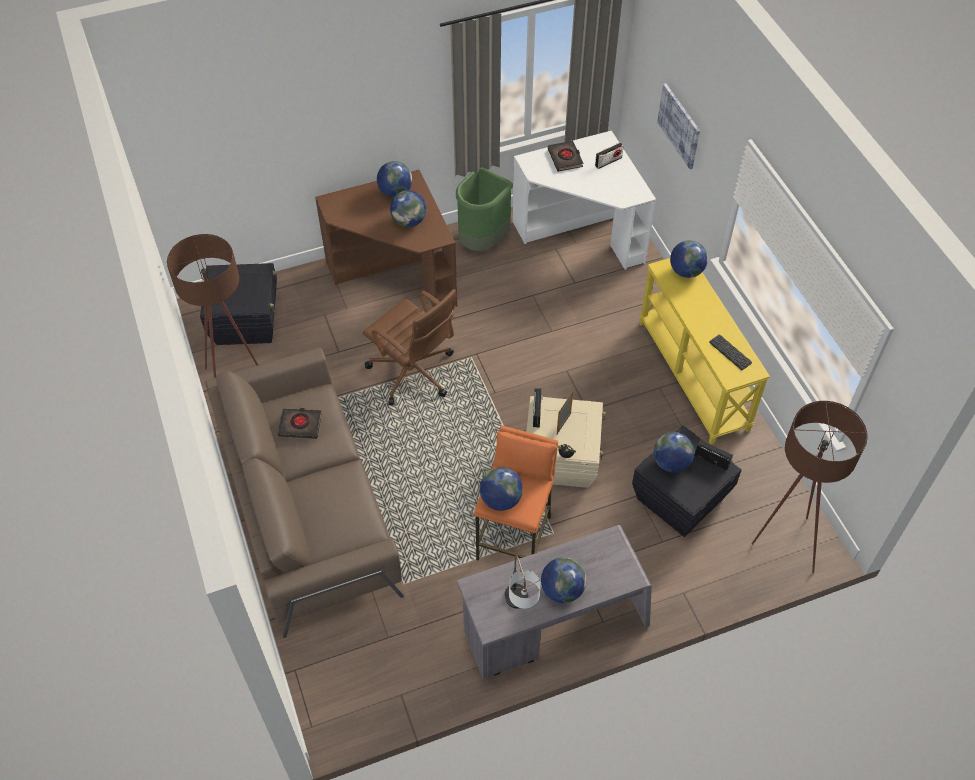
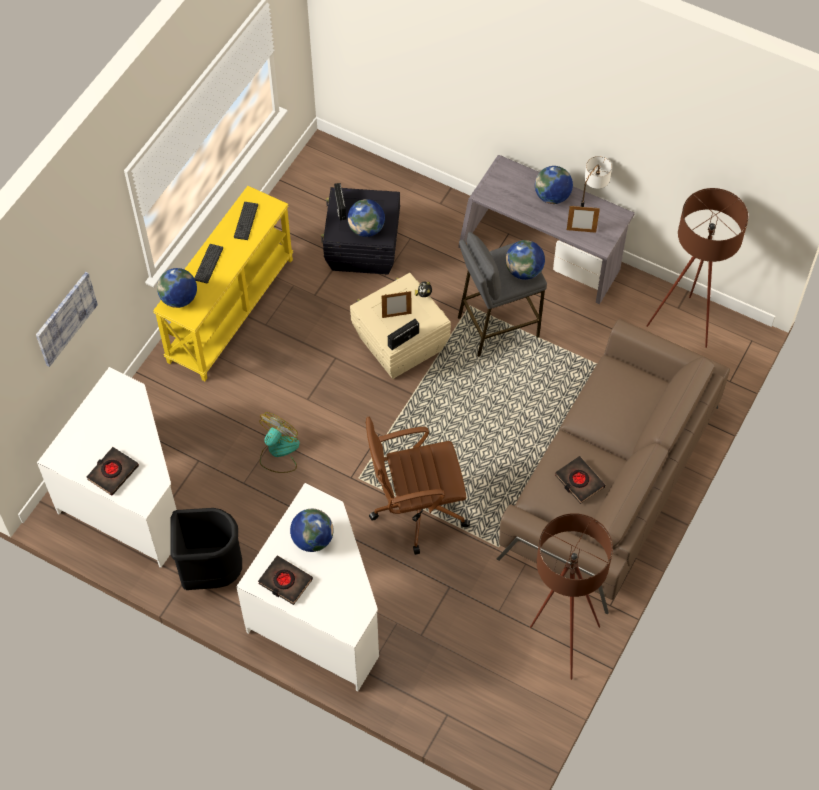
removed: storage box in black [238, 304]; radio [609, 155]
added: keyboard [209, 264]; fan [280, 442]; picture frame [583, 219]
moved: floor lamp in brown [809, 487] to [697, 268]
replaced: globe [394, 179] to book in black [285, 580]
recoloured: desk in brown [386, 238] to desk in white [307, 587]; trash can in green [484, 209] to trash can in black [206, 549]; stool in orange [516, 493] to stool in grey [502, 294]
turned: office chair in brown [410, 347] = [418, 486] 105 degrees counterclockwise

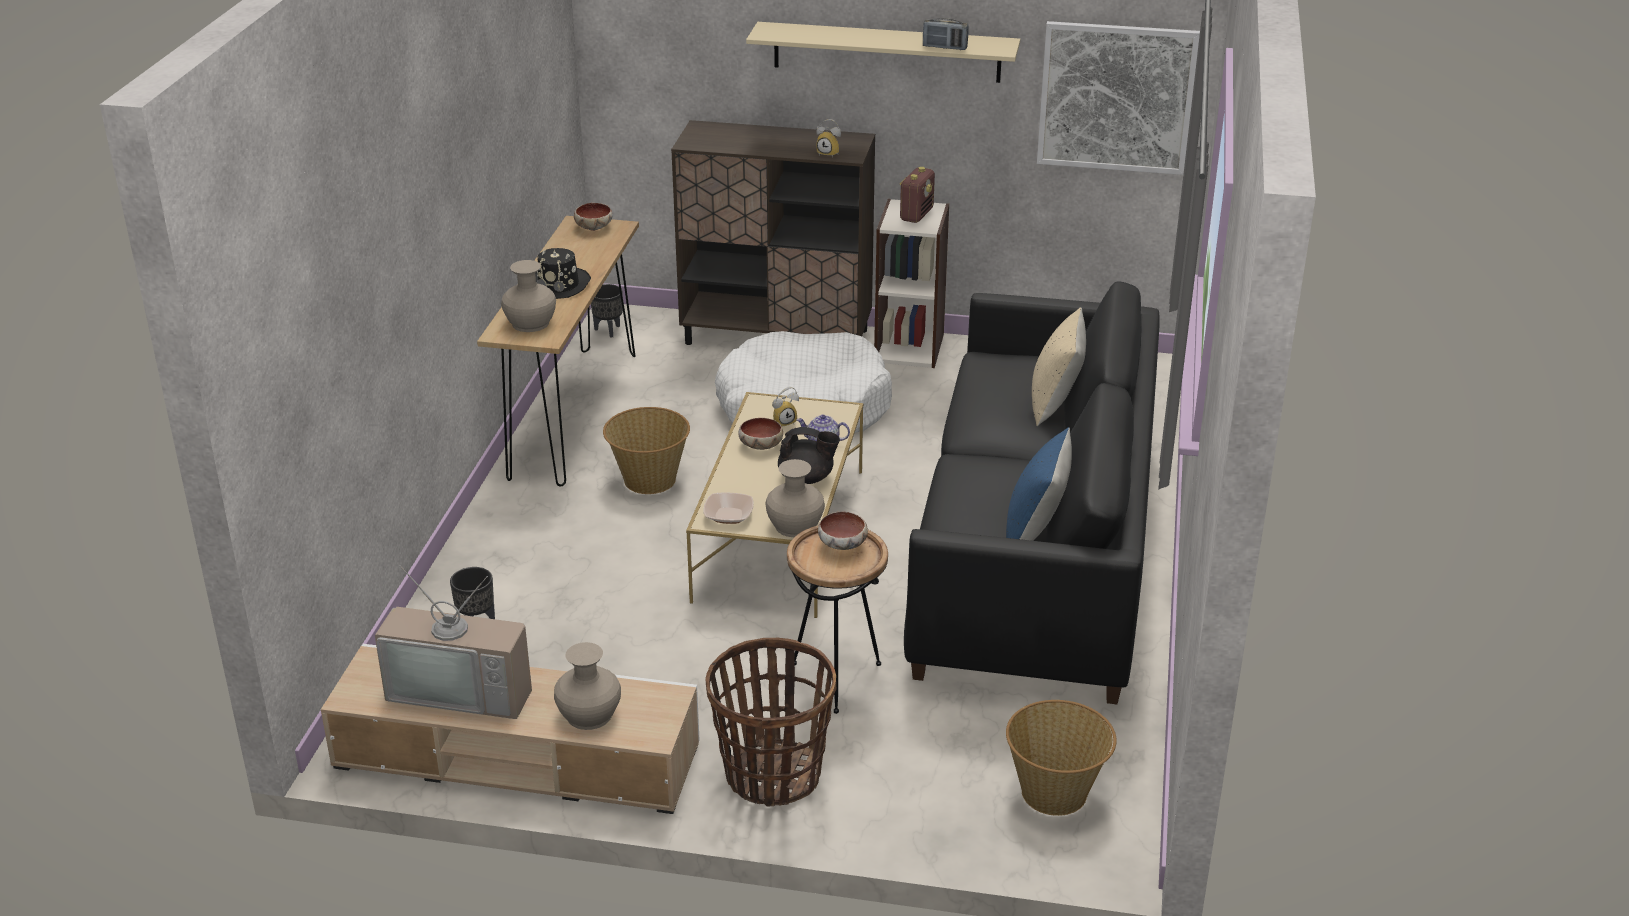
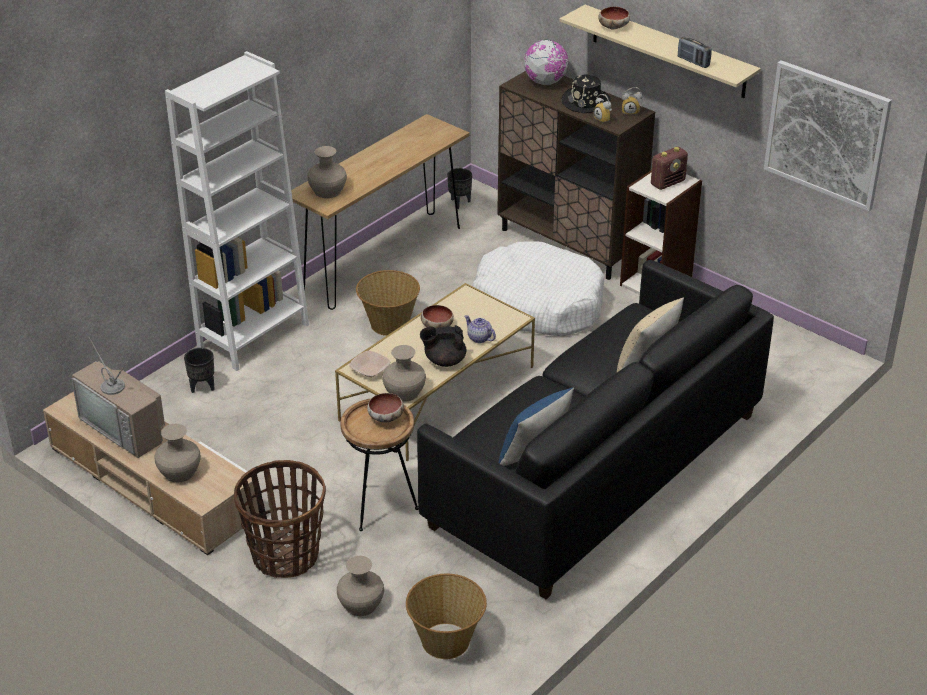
added: bookcase in white [237, 211]; vase in beige [360, 586]; globe [546, 62]
moved: hat in black [563, 273] to [586, 94]; bowl [593, 217] to [614, 18]; alarm clock [785, 406] to [632, 101]
turned: teapot in black [809, 455] = [443, 346] 135 degrees clockwise

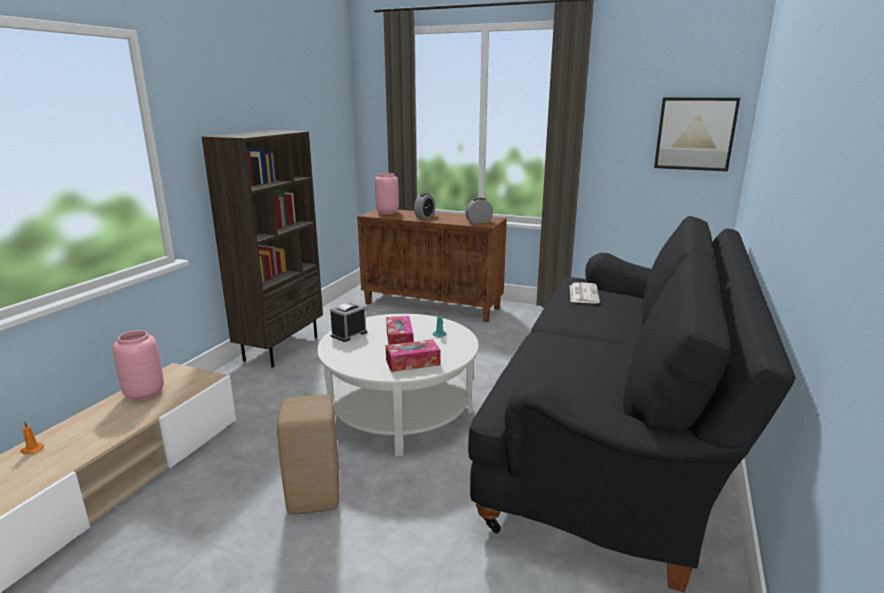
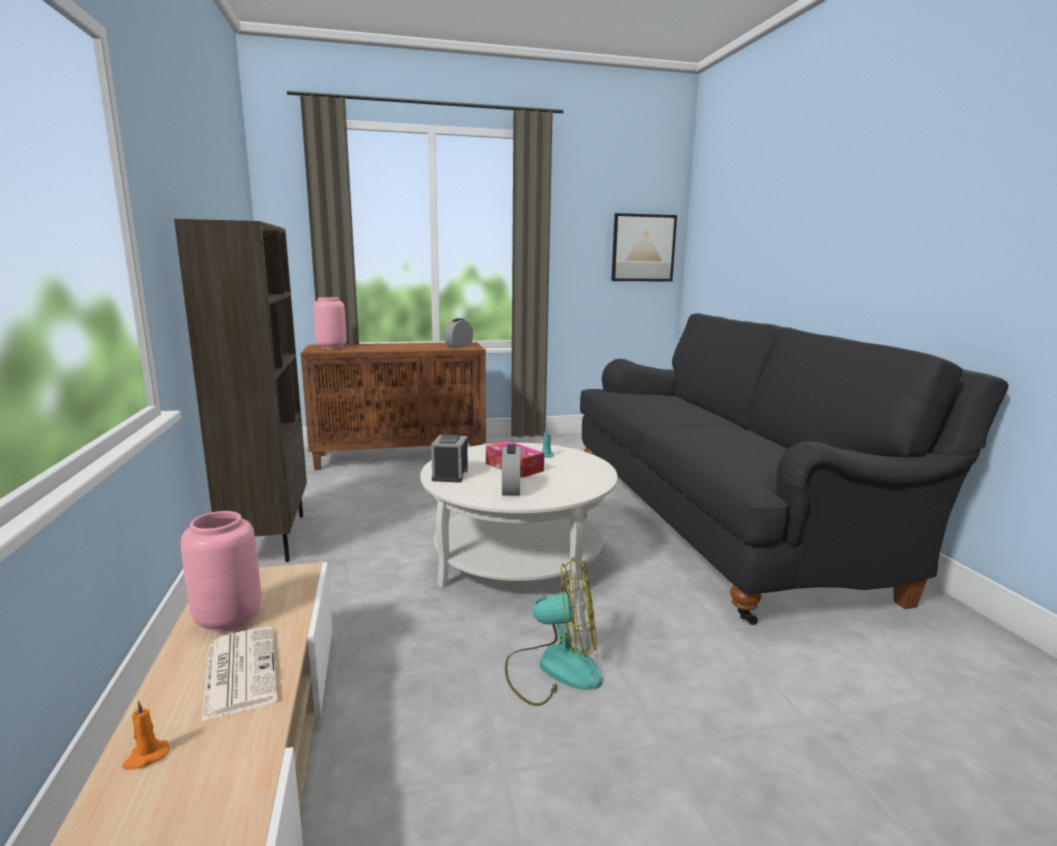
removed: tissue box [413, 355]
moved: alarm clock [425, 206] to [511, 470]; newspaper [585, 293] to [240, 674]
replaced: stool in beige [308, 455] to fan [554, 631]

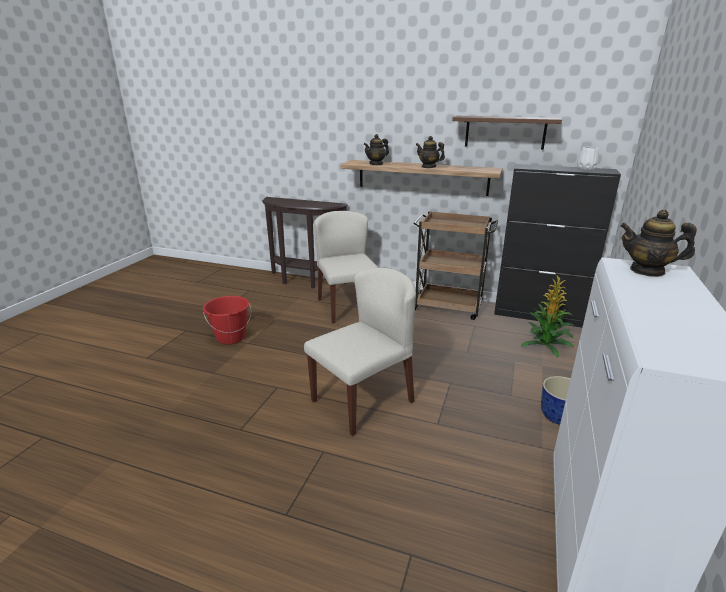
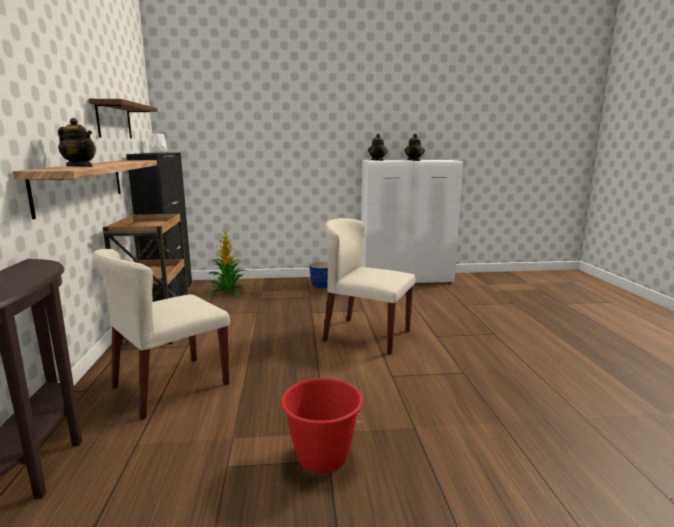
moved: teapot [430, 152] to [414, 147]

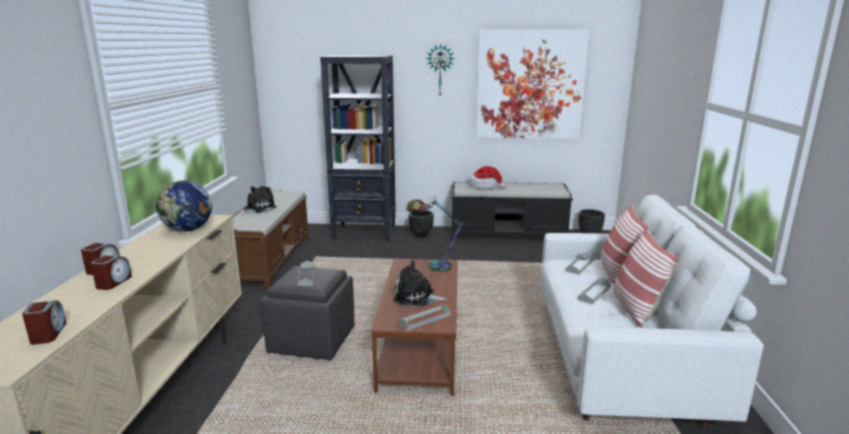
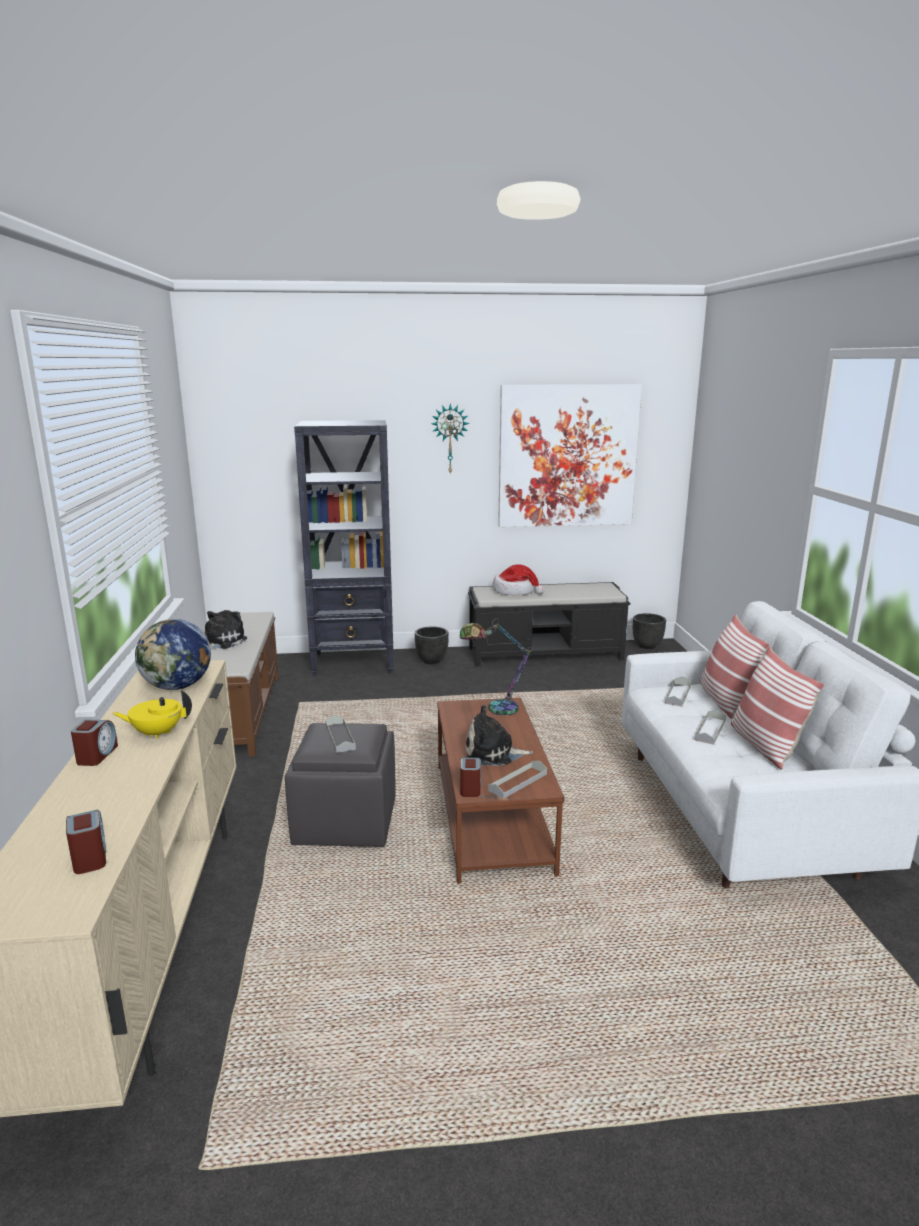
added: teapot in yellow [152, 714]
moved: alarm clock [111, 272] to [471, 777]

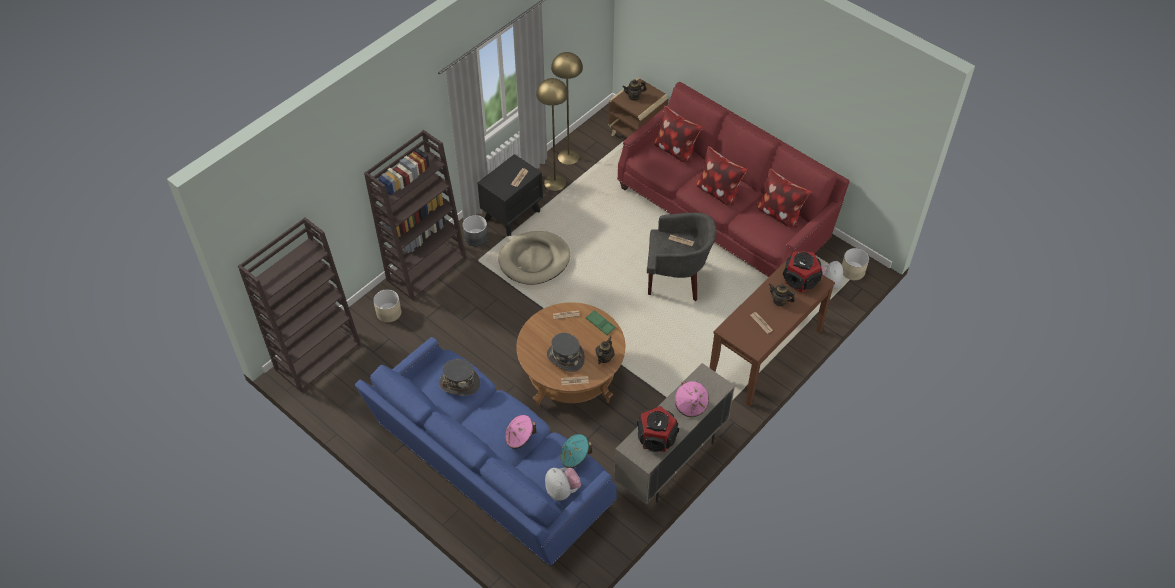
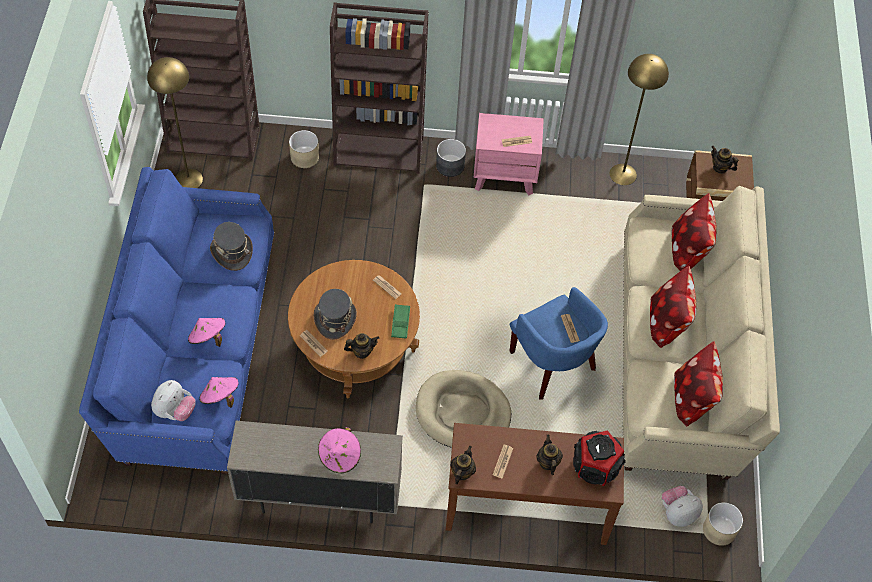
removed: speaker [658, 429]
added: teapot [463, 465]
moved: dog bed in beige [534, 258] to [463, 409]; floor lamp in yellow [552, 134] to [175, 122]
recoloured: nightstand in black [510, 195] to nightstand in pink [508, 154]; hat in turquoise [576, 451] to hat in pink [219, 392]; sofa in red [733, 179] to sofa in beige [701, 333]; armchair in grey [682, 257] to armchair in blue [558, 343]

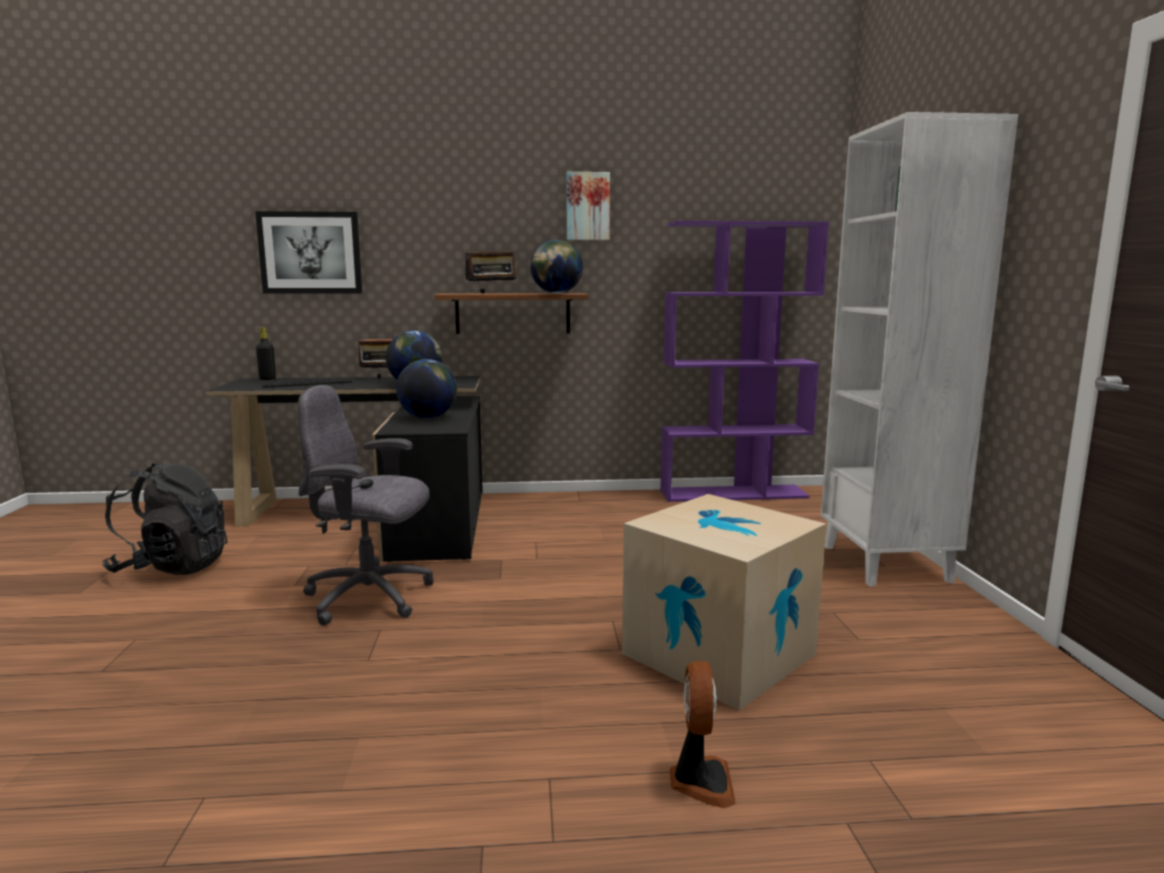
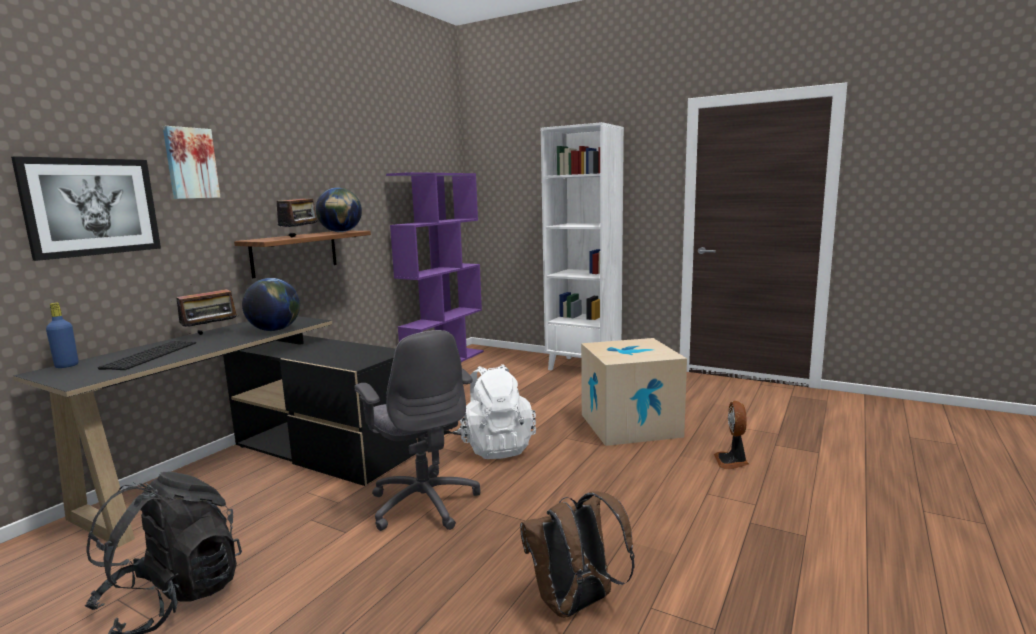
removed: globe [426, 388]
added: backpack in white [497, 411]; backpack in brown [577, 554]
moved: picture [588, 206] to [191, 162]
recoloured: bottle in black [266, 354] to bottle in blue [62, 335]
turned: office chair in grey [366, 505] = [417, 430] 75 degrees counterclockwise; fan [703, 734] = [731, 435] 120 degrees counterclockwise

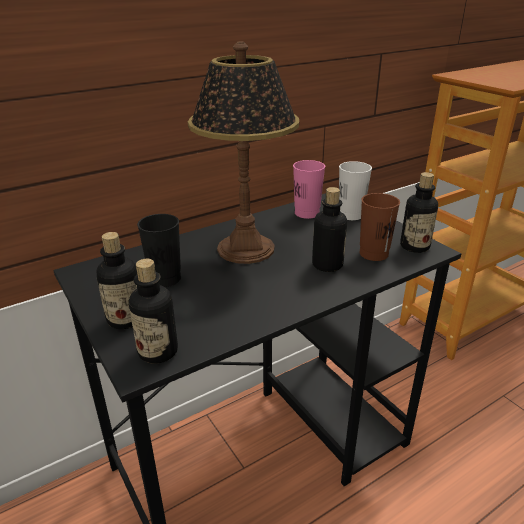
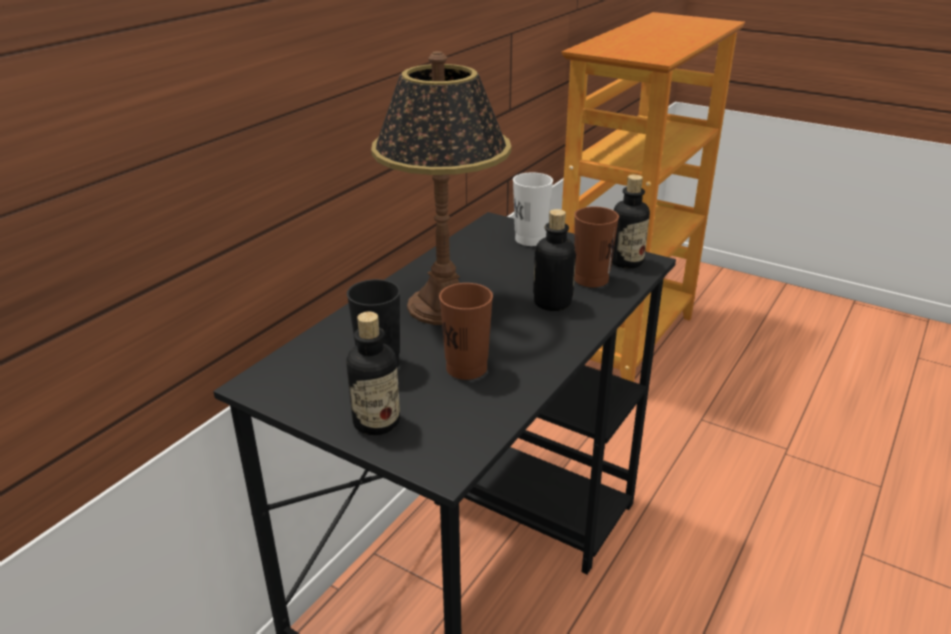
removed: bottle [153, 311]; cup in pink [309, 189]
added: cup in brown [466, 331]

